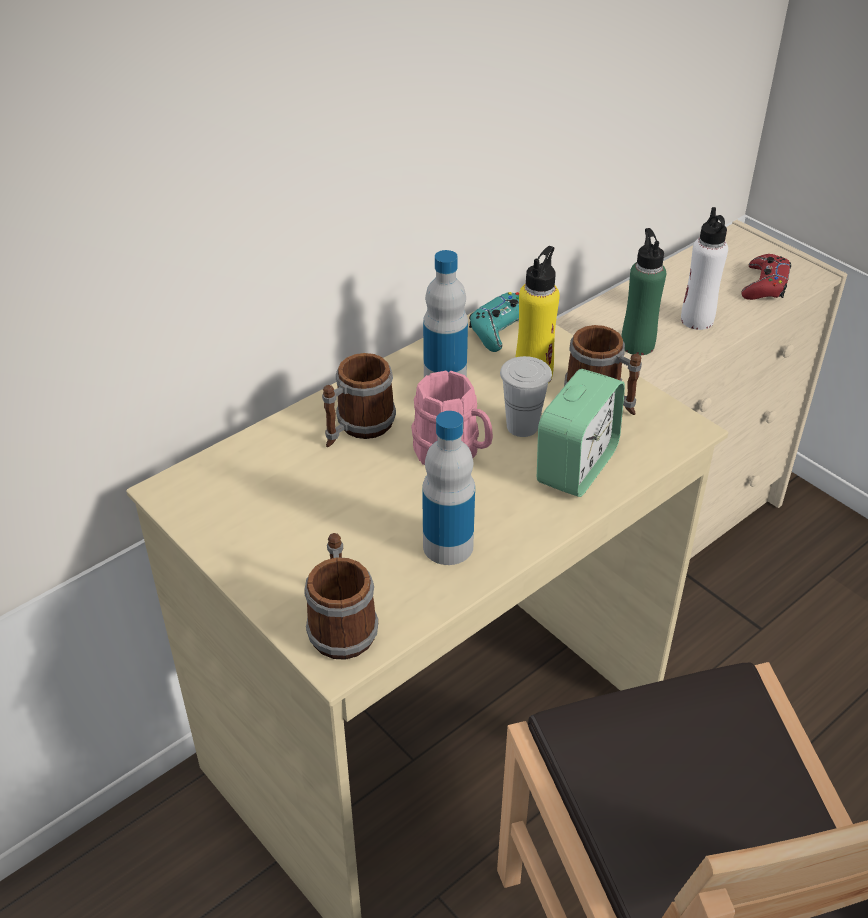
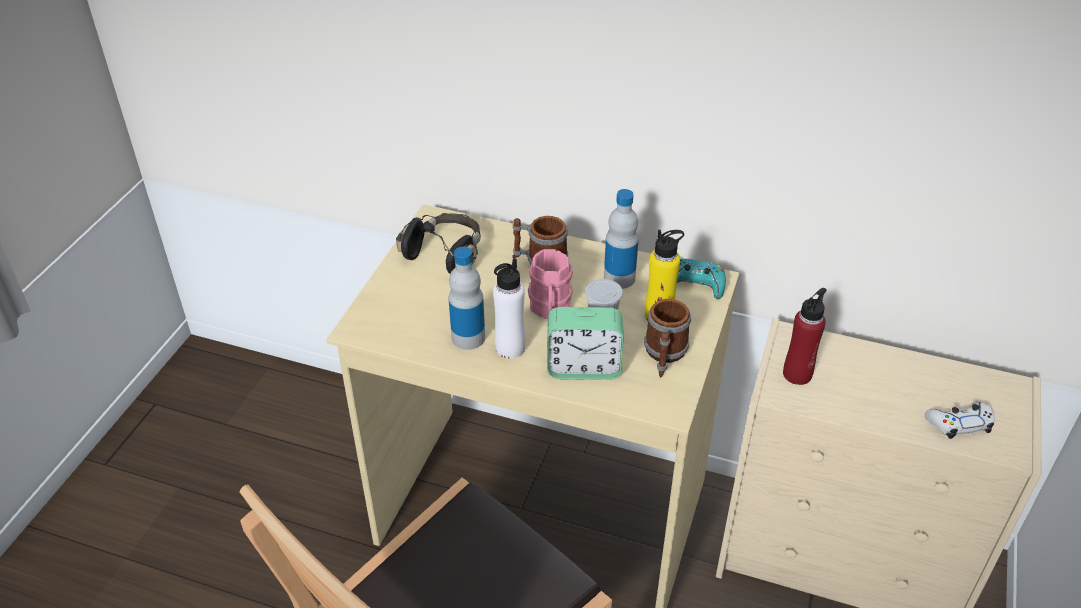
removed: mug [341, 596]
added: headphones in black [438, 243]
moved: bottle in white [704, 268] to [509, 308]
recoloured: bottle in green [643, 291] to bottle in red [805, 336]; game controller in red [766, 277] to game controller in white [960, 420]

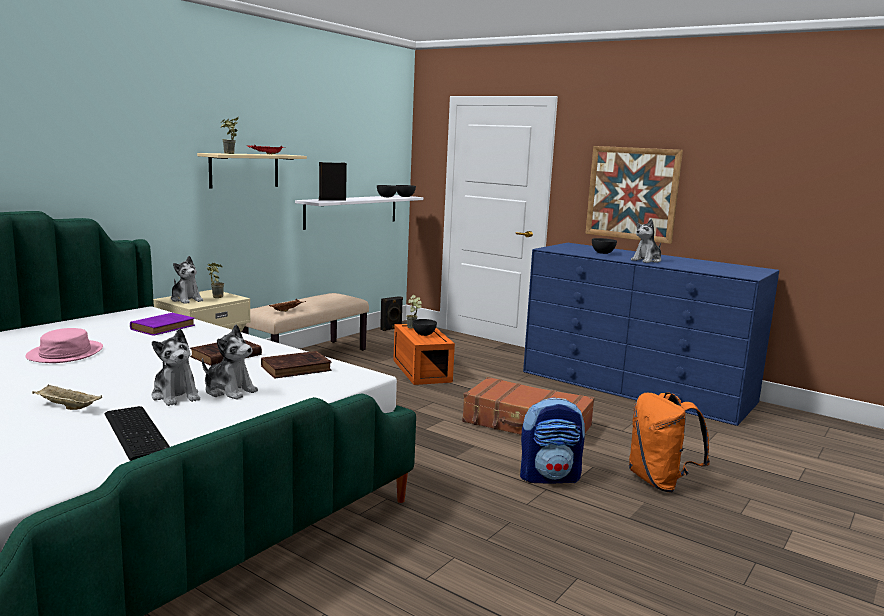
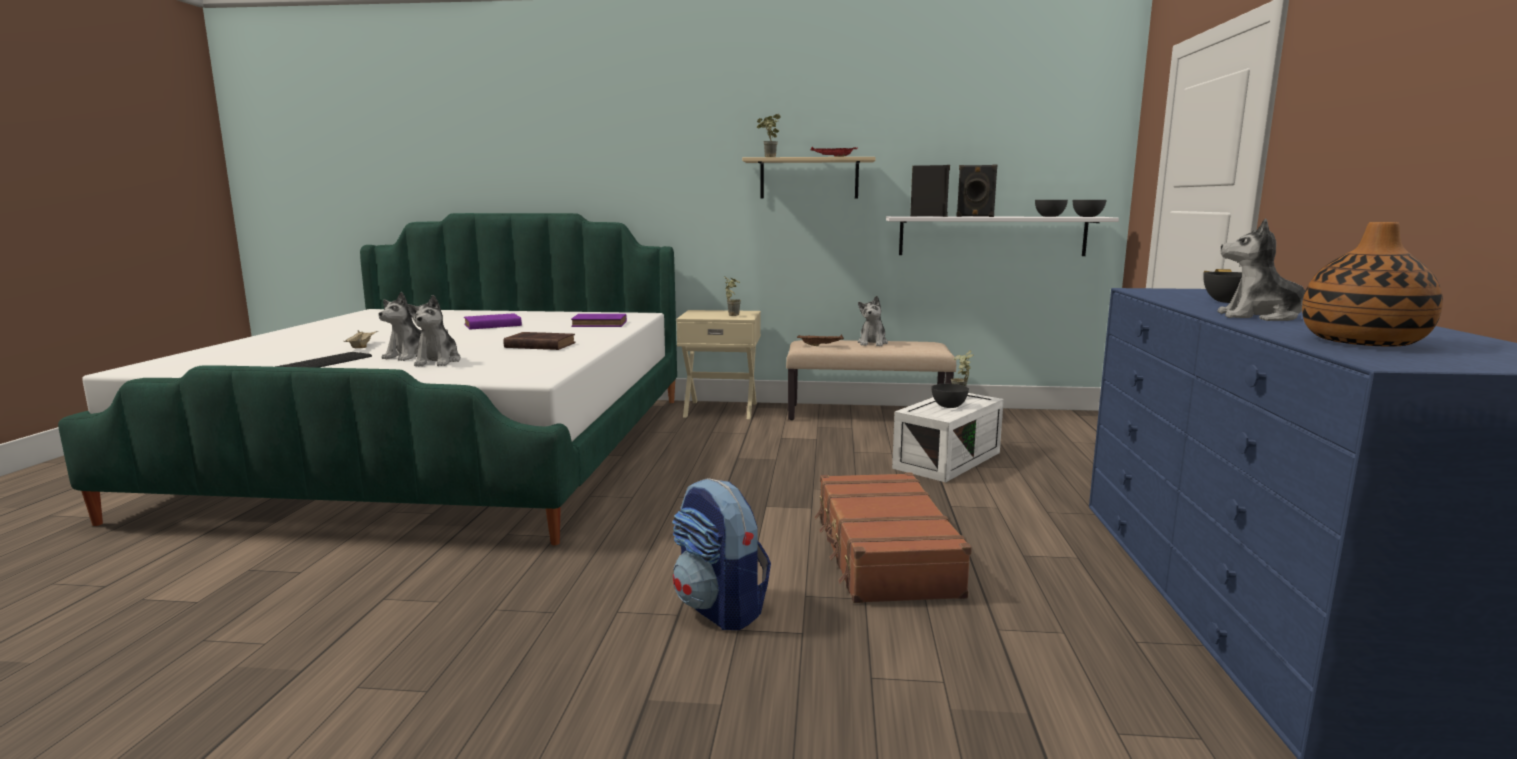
removed: book in brown [296, 364]; picture [634, 195]; backpack in orange [669, 442]
added: vase [1372, 284]
moved: plush toy [187, 280] to [873, 321]; speaker in black [391, 313] to [977, 190]
replaced: hat in pink [64, 345] to book in purple [493, 321]
recoloured: storage box in orange [424, 354] to storage box in white [948, 437]

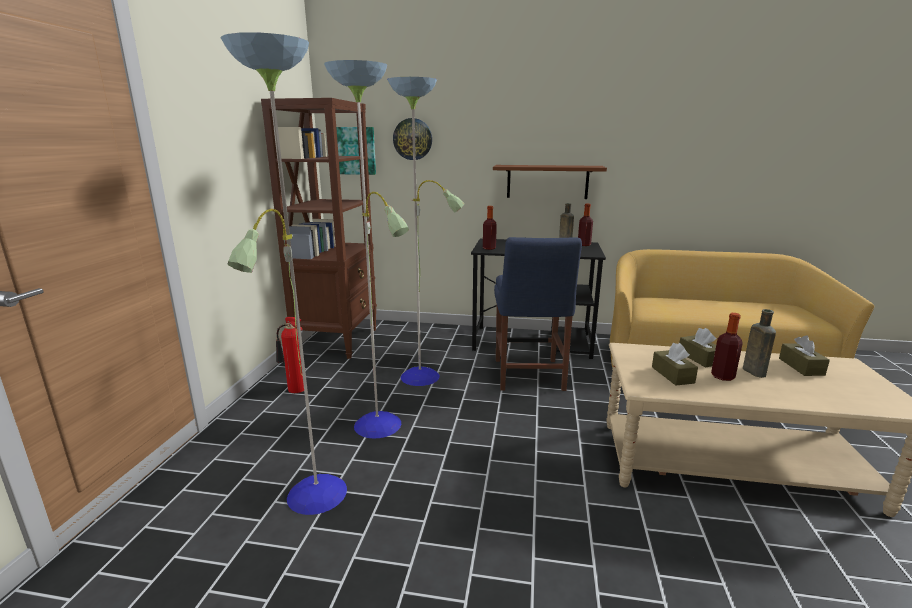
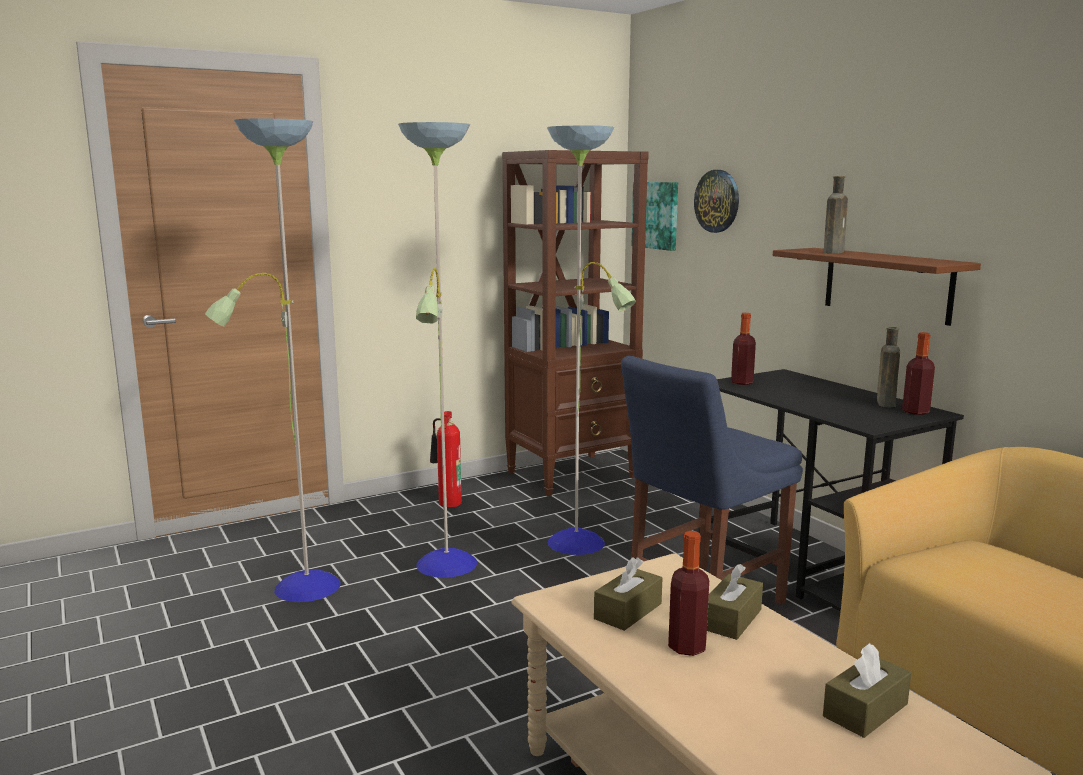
moved: bottle in brown [759, 343] to [836, 215]

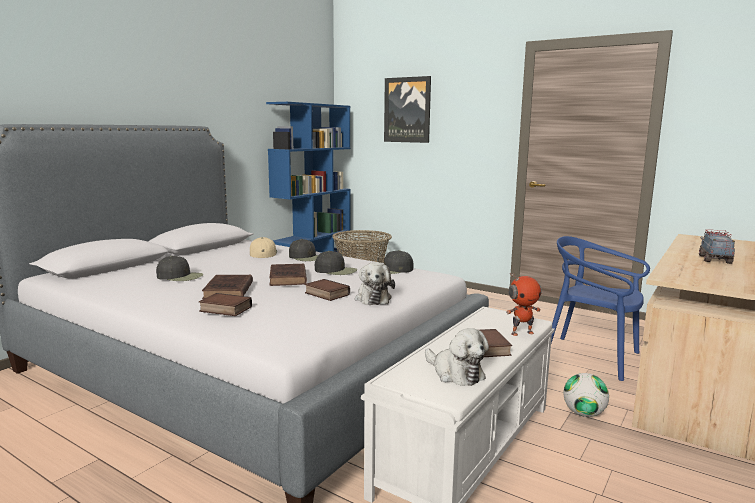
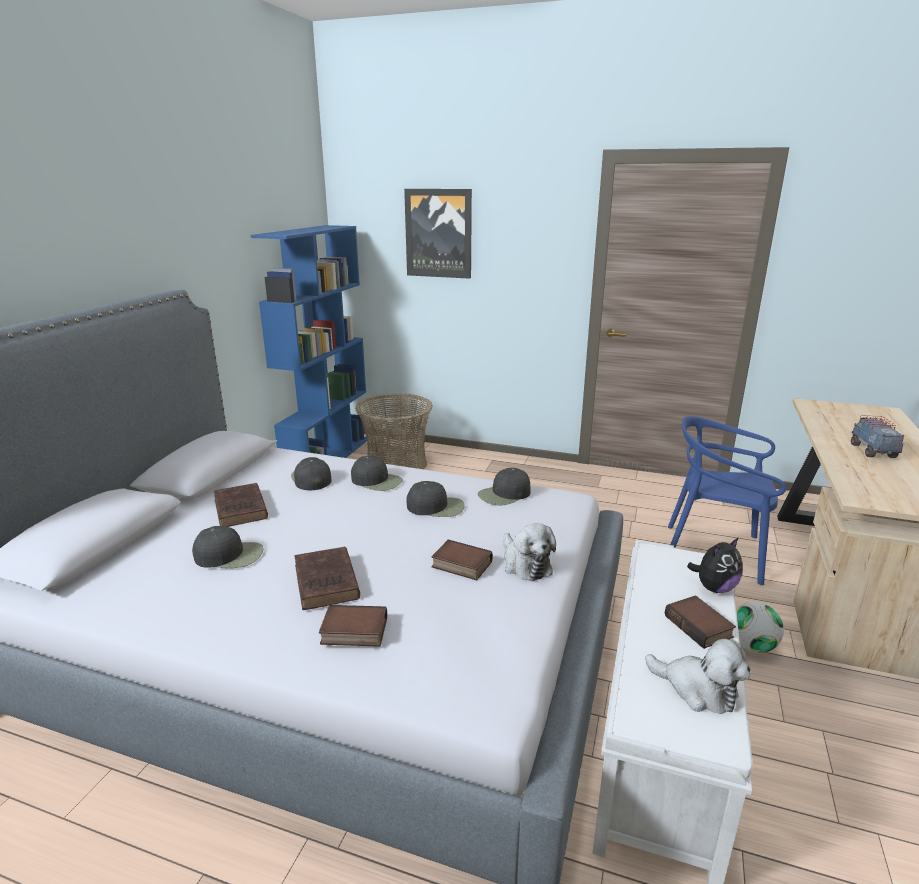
moved: book in brown [288, 275] to [241, 505]
replaced: toy robot [524, 304] to plush toy [715, 565]
recoloured: cap in beige [263, 247] to cap in black [311, 473]

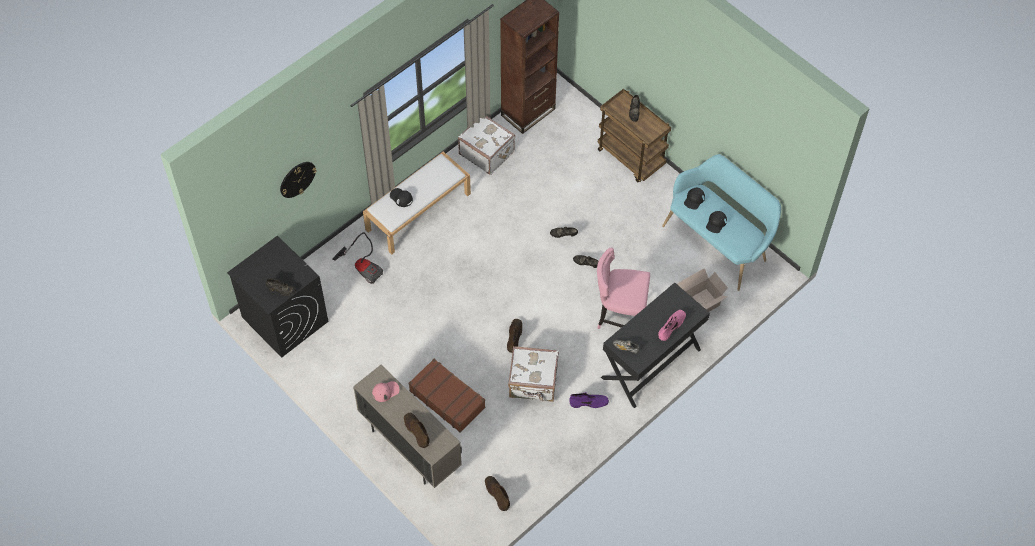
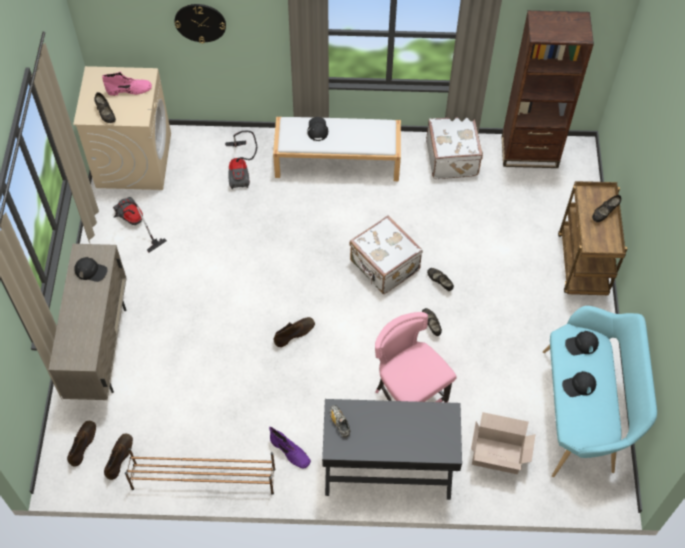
removed: suitcase in brown [446, 396]
added: vacuum cleaner [140, 225]; shoe rack in brown [200, 471]
moved: boot in brown [417, 430] to [81, 443]; suitcase in white [533, 374] to [385, 255]; boot in pink [672, 325] to [127, 83]
recoloured: washing machine in black [277, 297] to washing machine in beige [122, 128]; cap in pink [385, 391] to cap in black [91, 269]

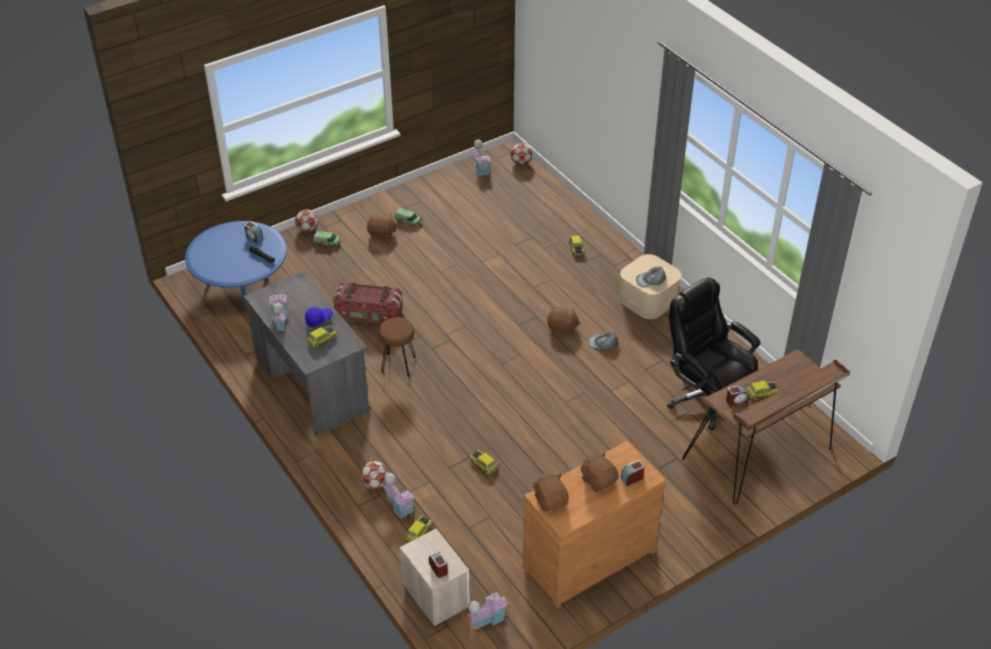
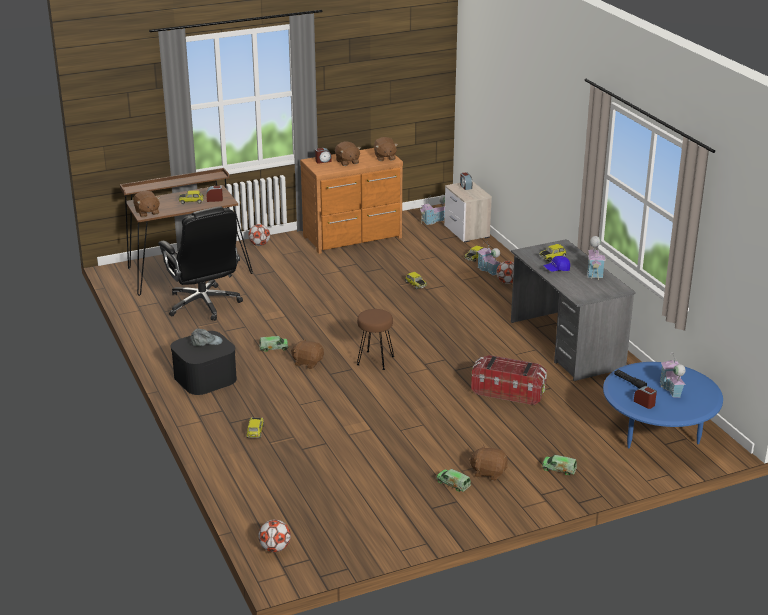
added: plush toy in brown [146, 204]
moved: football [306, 221] to [259, 235]; stool in brown [397, 347] to [375, 339]; toy house [482, 158] to [673, 375]
replaced: cap in grey [603, 340] to toy truck [273, 344]
recoloured: storage box in beige [650, 286] to storage box in black [204, 363]

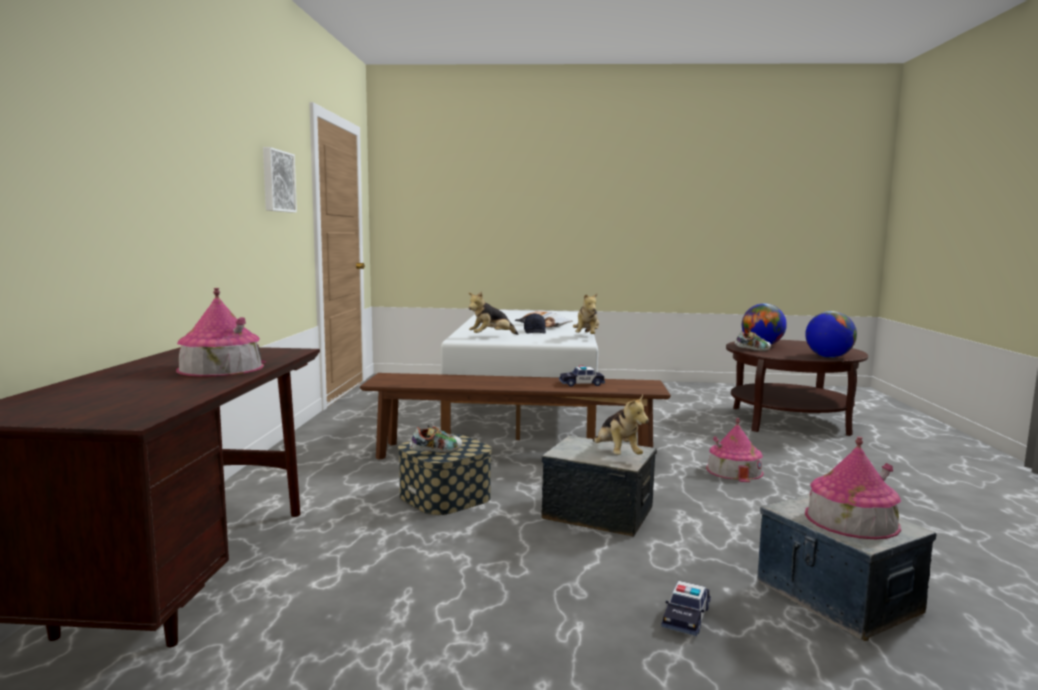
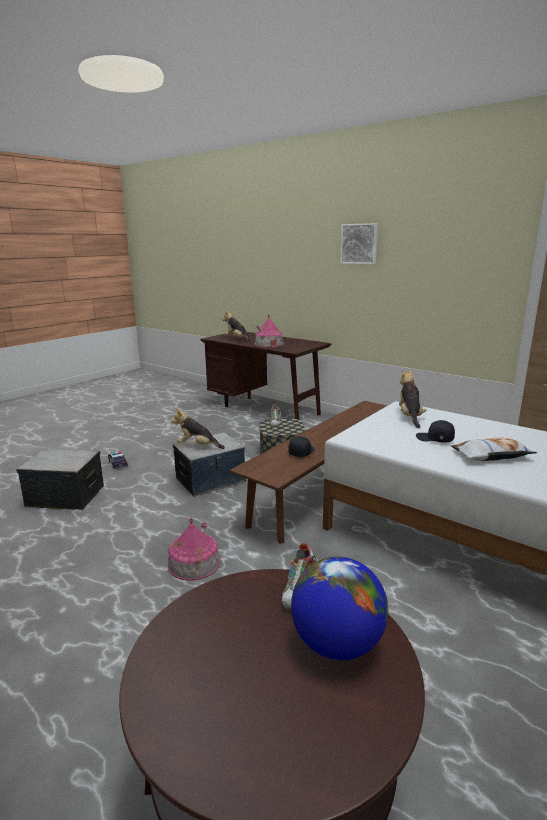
removed: globe [831, 334]; toy house [853, 488]
moved: picture [280, 180] to [359, 243]; plush toy [586, 313] to [237, 326]
replaced: toy car [582, 376] to cap in black [301, 446]

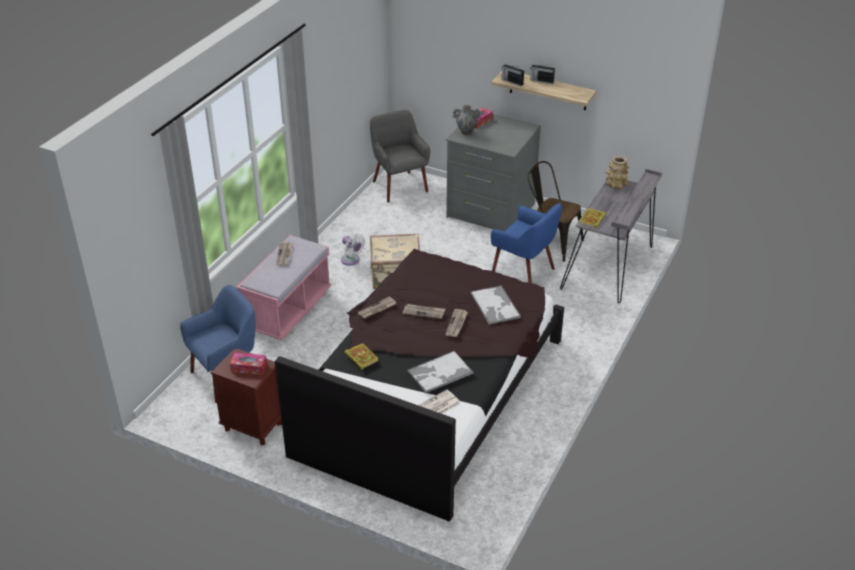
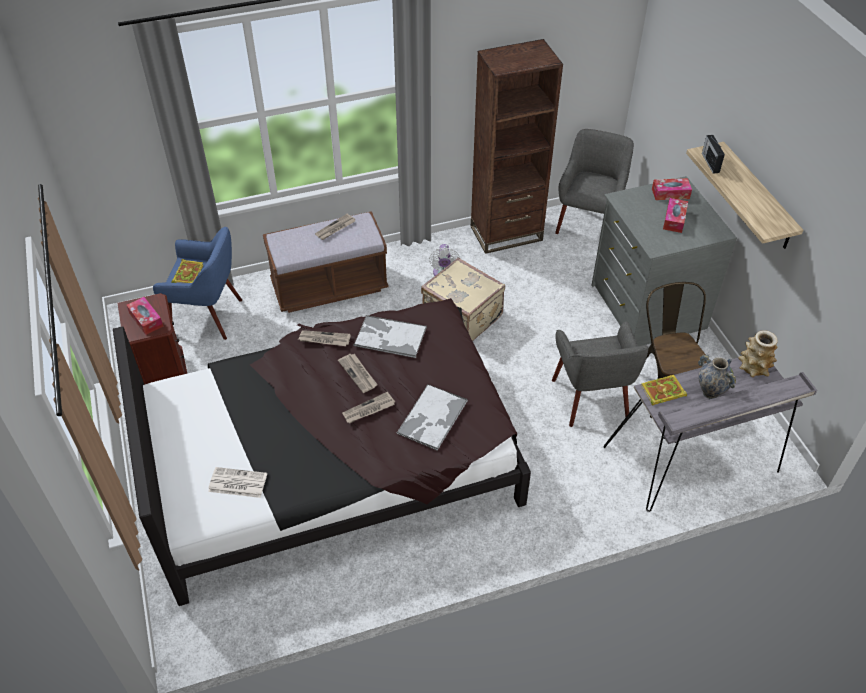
removed: radio [542, 74]
added: bookcase in brown [517, 146]; tissue box [675, 215]
moved: book [361, 356] to [187, 271]; tray [440, 372] to [390, 336]; vase [467, 120] to [717, 376]
recoloured: bench in pink [283, 287] to bench in brown [326, 262]; armchair in blue [526, 243] to armchair in grey [600, 374]

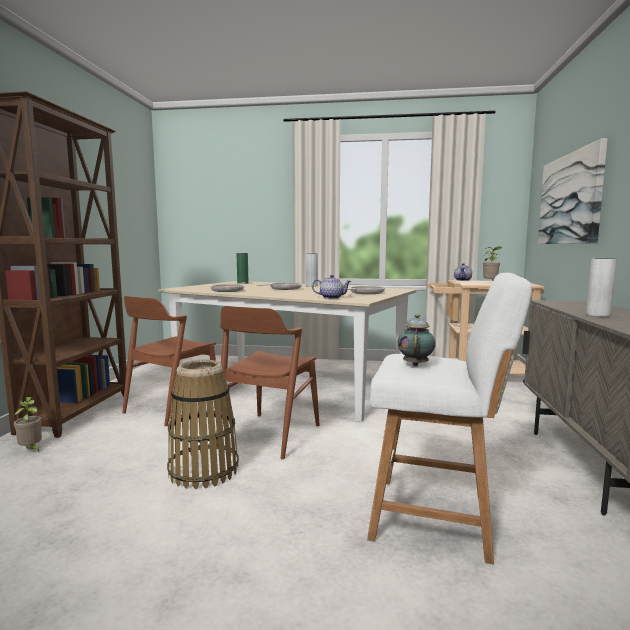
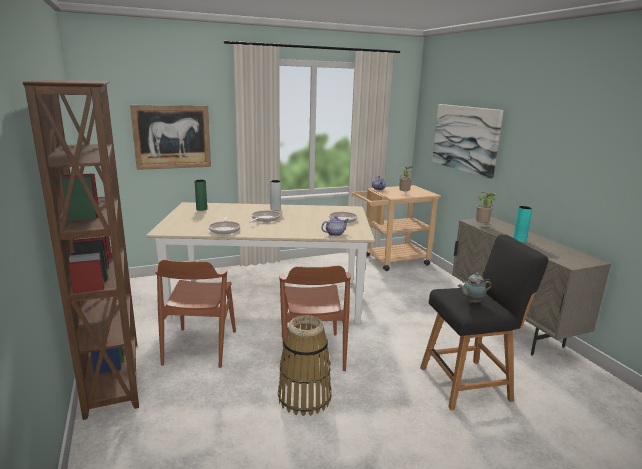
added: picture [170, 137]
moved: potted plant [28, 424] to [487, 208]
recoloured: stool in white [449, 418] to stool in black [484, 322]; vase in white [601, 287] to vase in turquoise [523, 224]
turned: teapot [417, 340] = [475, 288] 90 degrees counterclockwise

